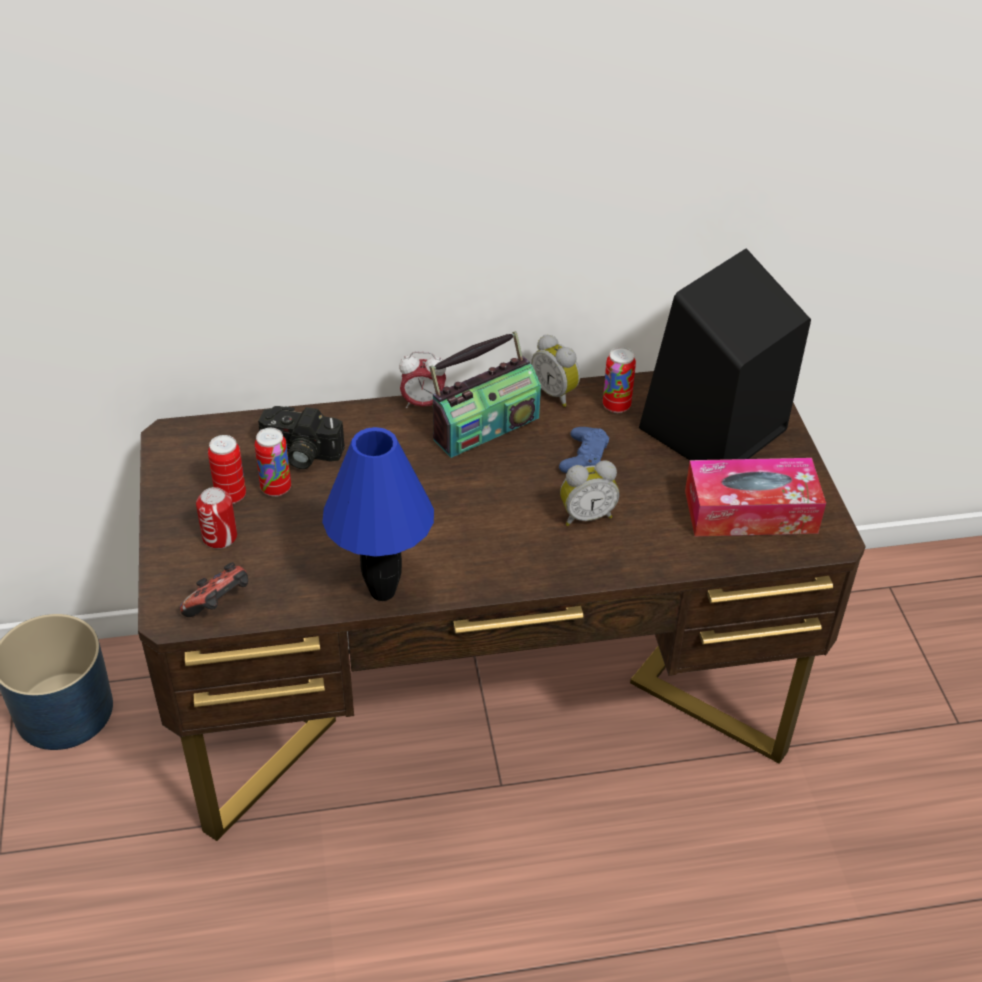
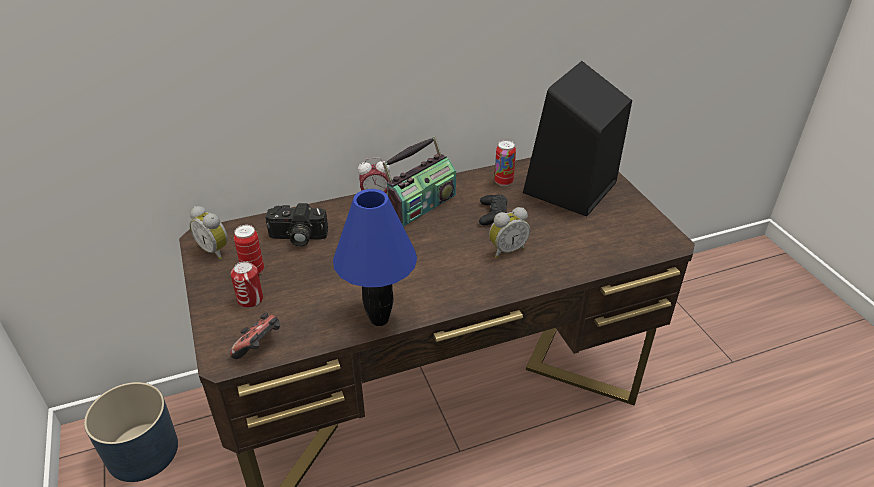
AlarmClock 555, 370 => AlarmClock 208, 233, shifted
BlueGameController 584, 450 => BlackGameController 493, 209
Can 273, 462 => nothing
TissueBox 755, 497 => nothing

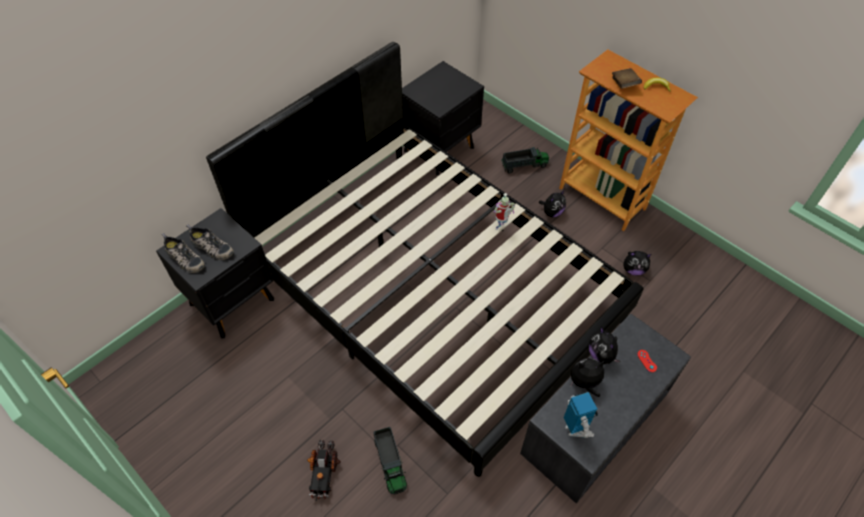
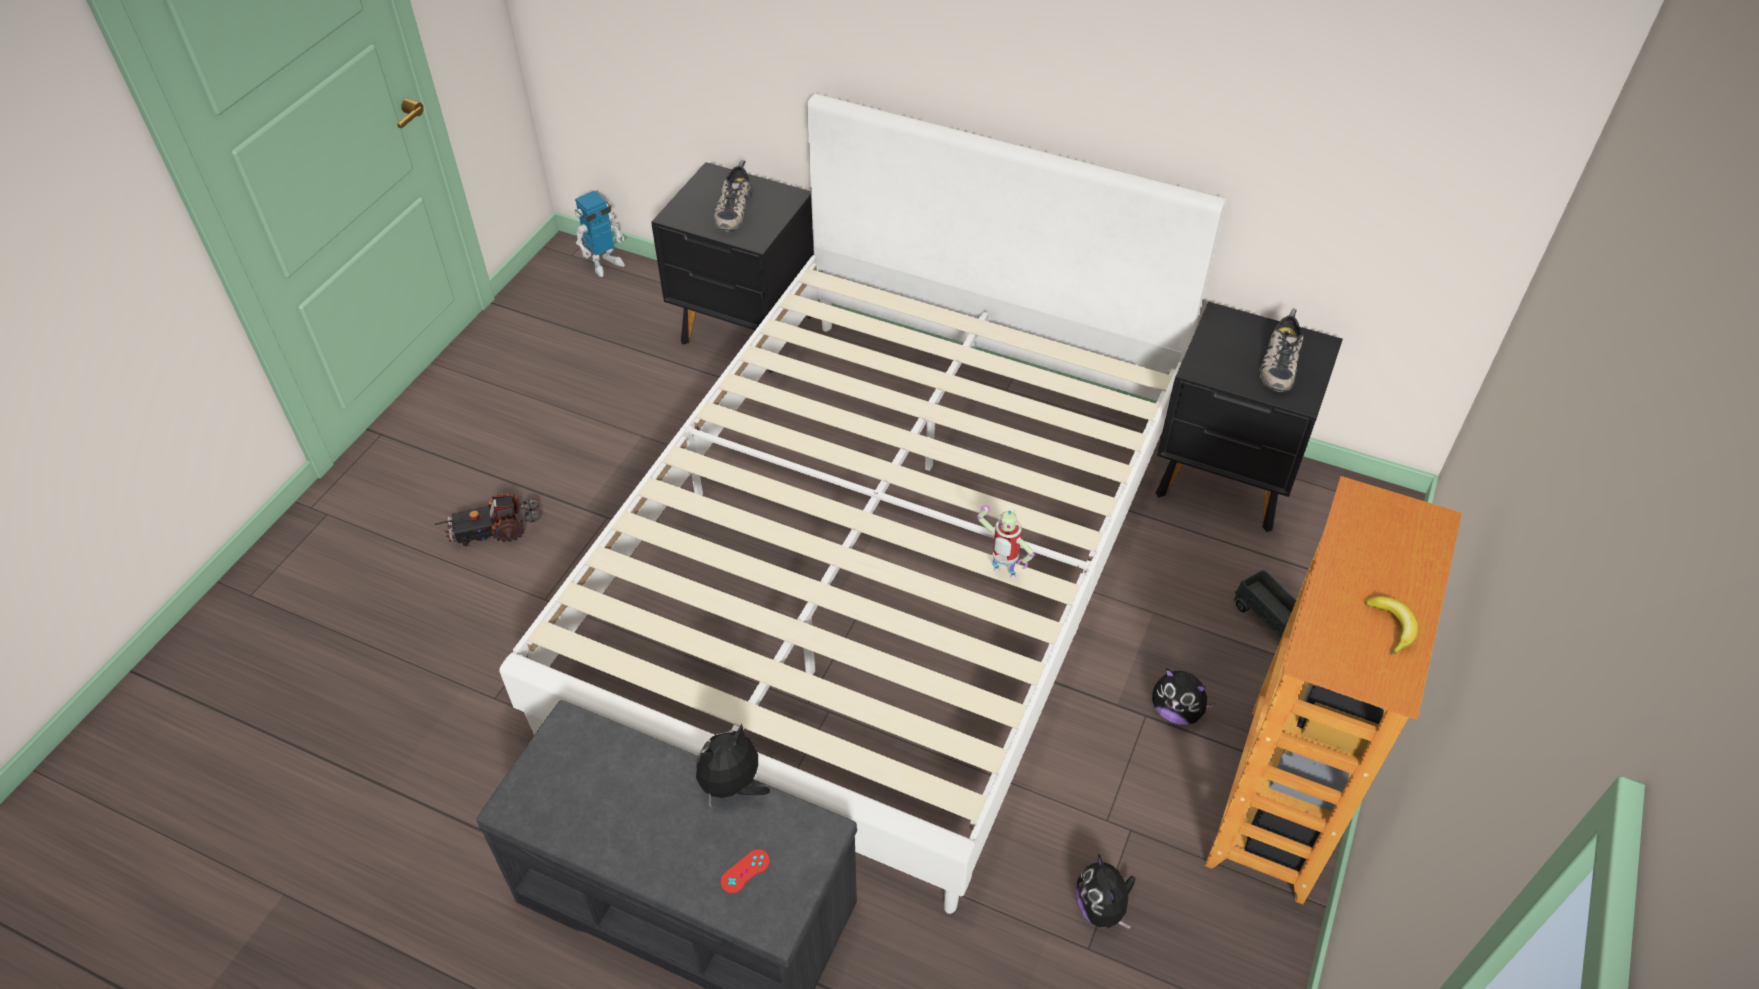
BlackBed 425, 259 => WhiteBed 862, 503
BrownBook 627, 78 => nothing
Shoe 183, 253 => Shoe 1281, 350, shifted
PlushToy 587, 377 => nothing
ToyRobot 580, 415 => ToyRobot 600, 233, shifted
ToyTruck 390, 460 => nothing

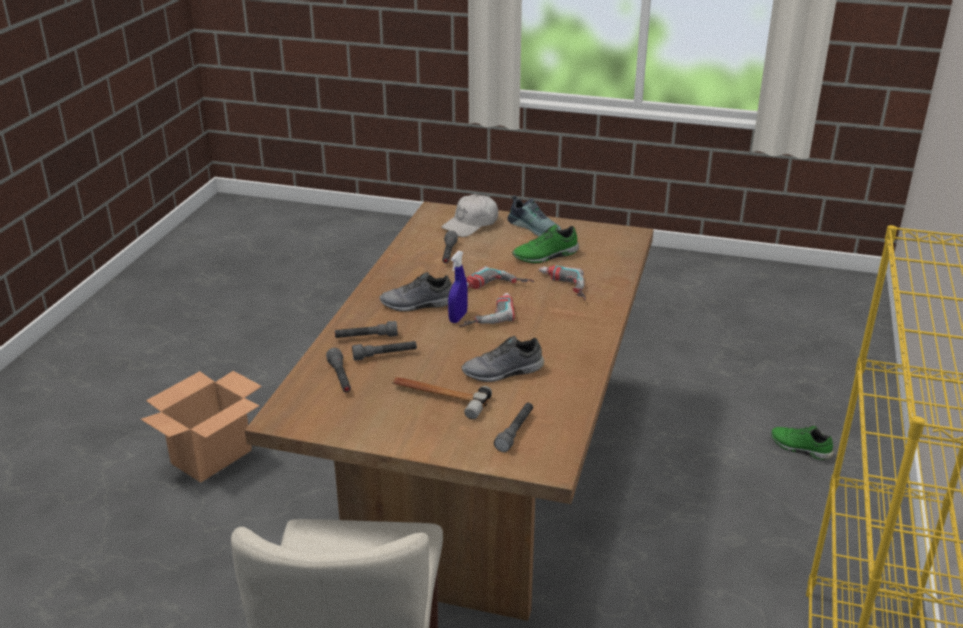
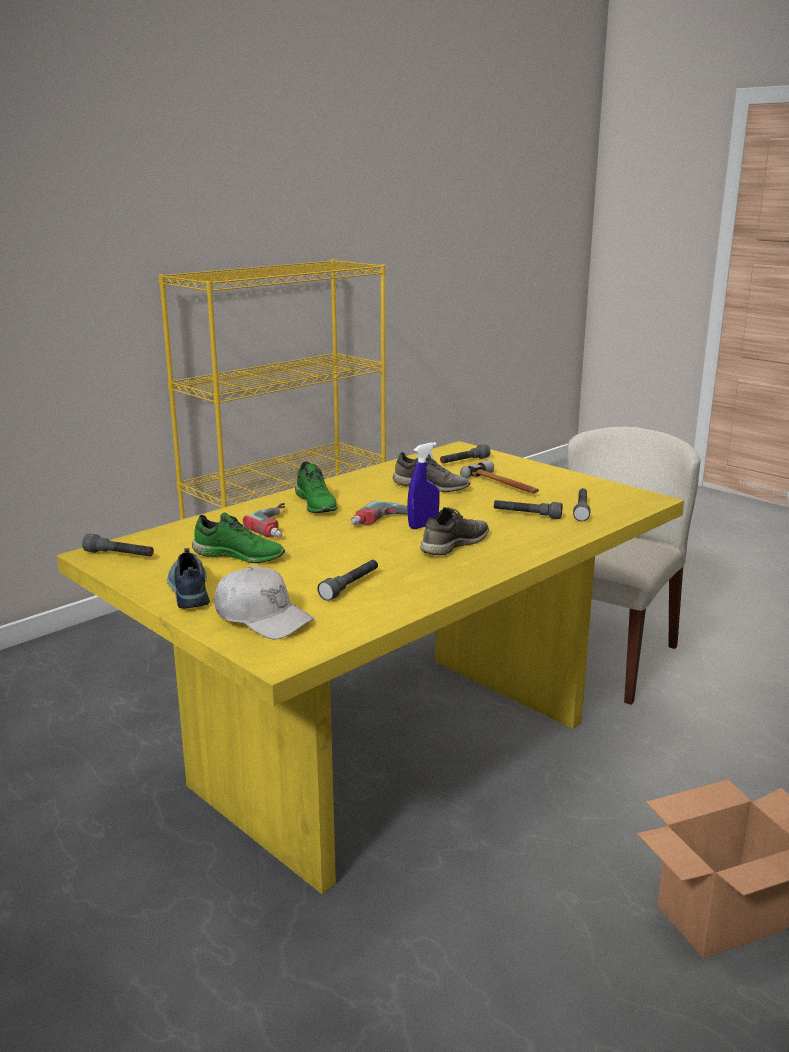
WhiteCap 469, 215 => WhiteCap 264, 602, 45 degrees clockwise
BrownDiningTable 449, 411 => YellowDiningTable 370, 667
PowerDrill 500, 277 => nothing
GreyShoe 416, 292 => GreyShoe 454, 531, 75 degrees counterclockwise
GreyFlashlight 366, 329 => GreyFlashlight 118, 545, shifted
GreenShoe 802, 443 => GreenShoe 316, 487, shifted

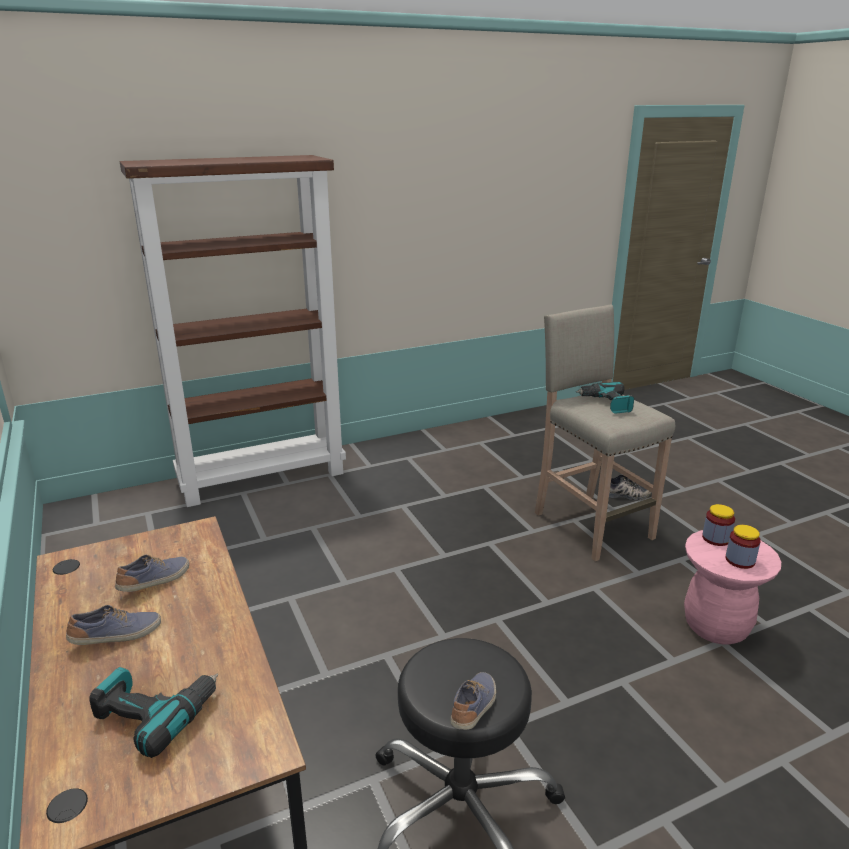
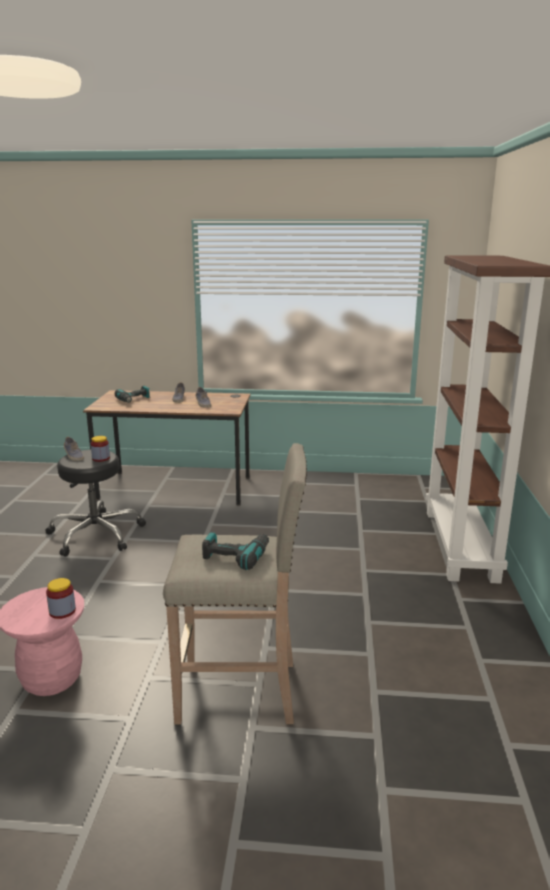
Shoe 630, 487 => nothing
Jar 743, 547 => Jar 100, 449, shifted

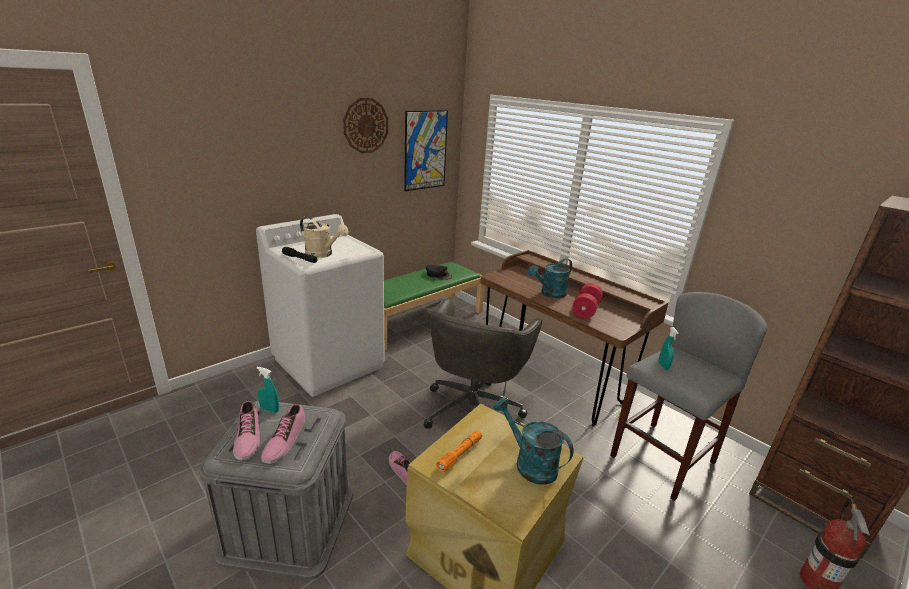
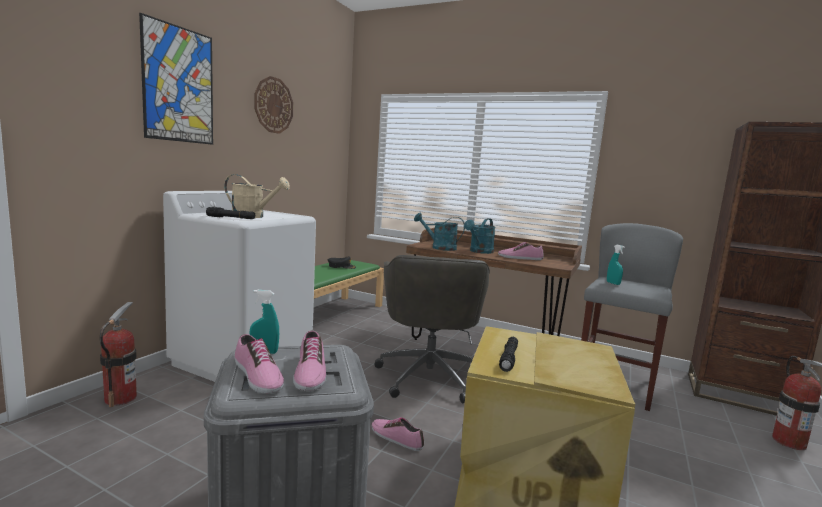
Picture 426, 150 => Picture 176, 79, shifted
RedDumbbell 587, 301 => Shoe 521, 251
TurquoiseWateringCan 533, 441 => TurquoiseWateringCan 439, 232, shifted
OrangeFlashlight 459, 451 => BlackFlashlight 508, 354
nothing => FireExtinguisher 118, 354

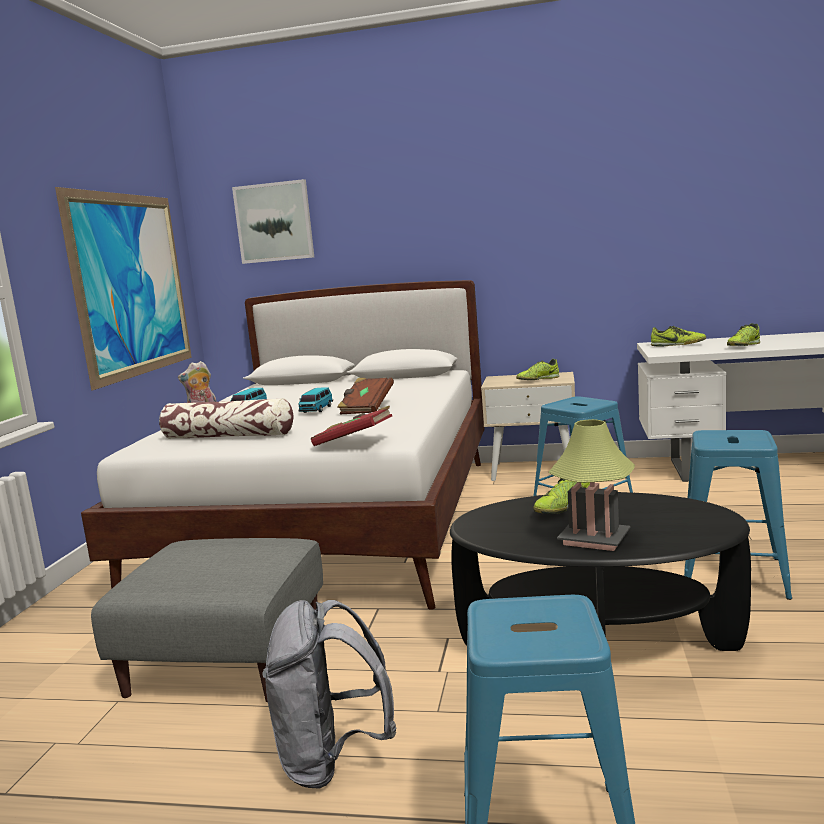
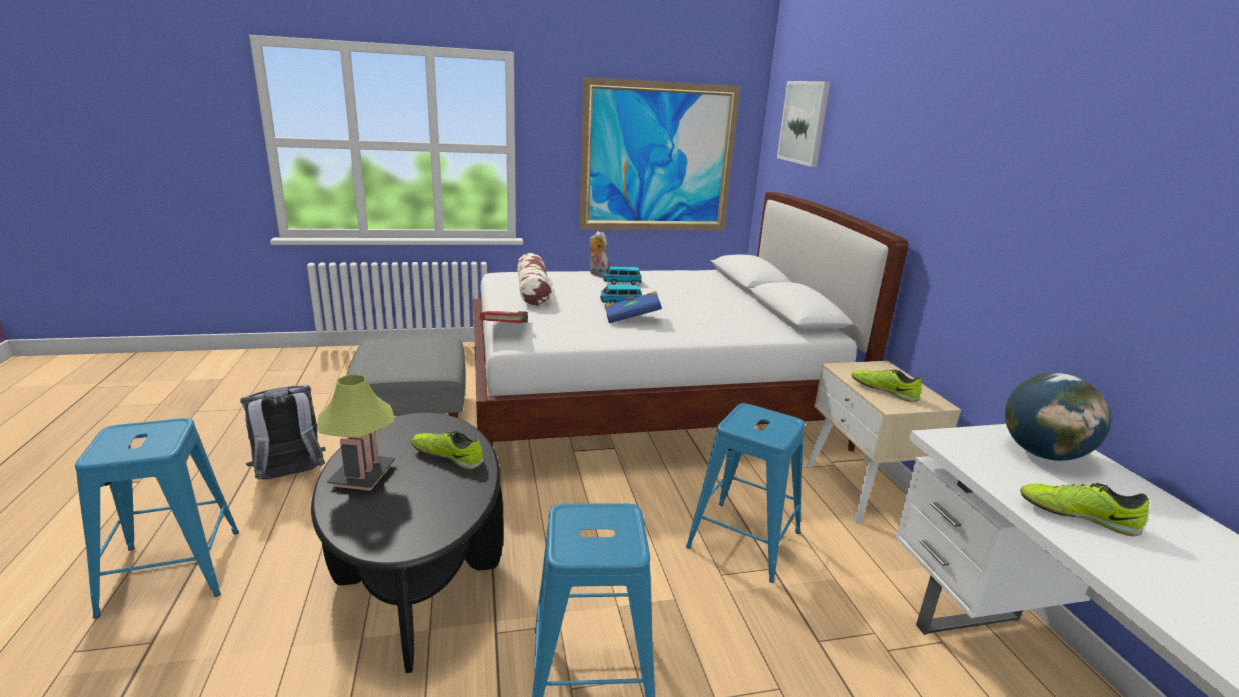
Shoe 678, 336 => Globe 1057, 417
BrownBook 365, 396 => BlueBook 633, 307

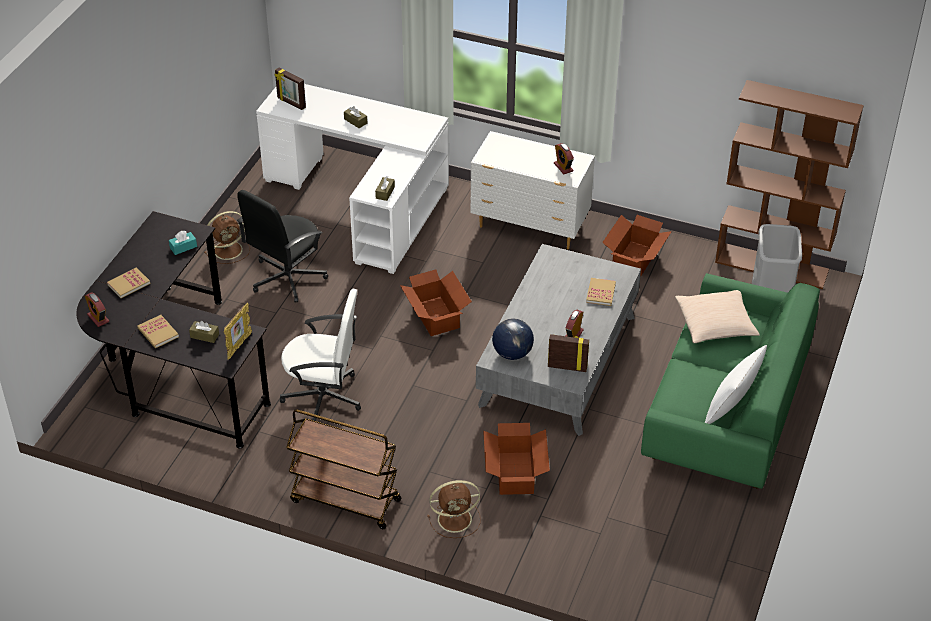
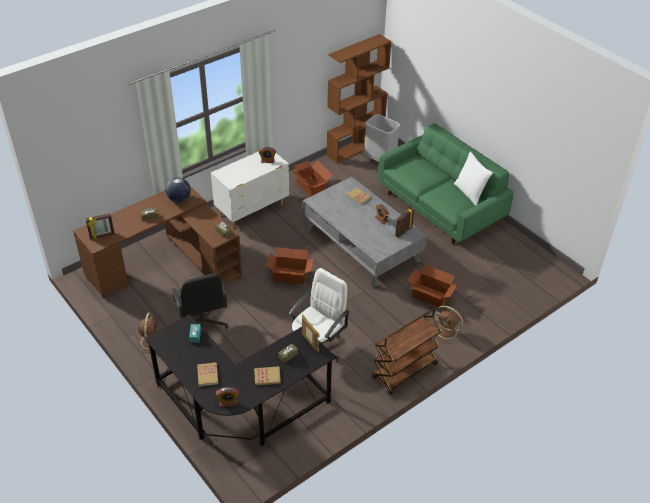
WhiteDesk 352, 179 => BrownDesk 157, 242
BeigePillow 717, 316 => nothing
Globe 513, 339 => Globe 178, 190, shifted
BrownFan 453, 509 => BrownFan 448, 324, 105 degrees clockwise

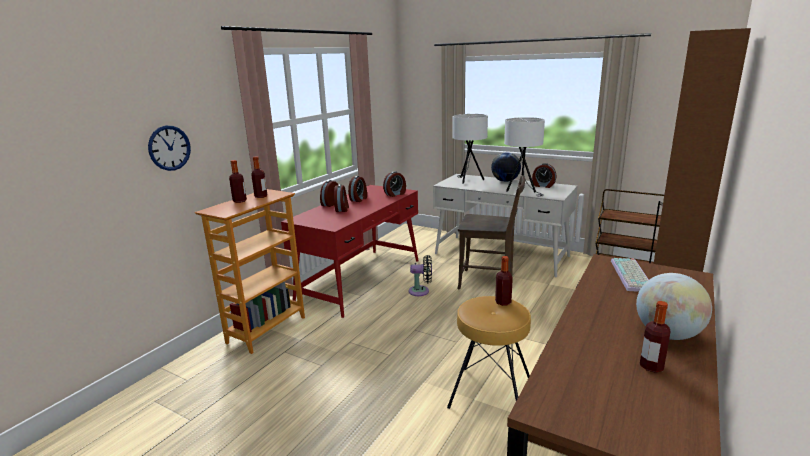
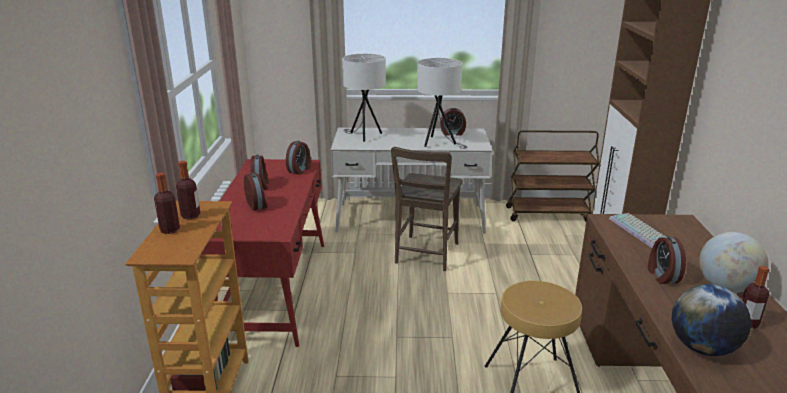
WallClock 169, 148 => nothing
Globe 506, 167 => Globe 711, 320, shifted
BrownChair 491, 232 => BrownChair 427, 209, 120 degrees clockwise
AlarmClock 329, 193 => AlarmClock 667, 260, shifted
BlackFan 420, 275 => nothing
Bottle 504, 281 => nothing

